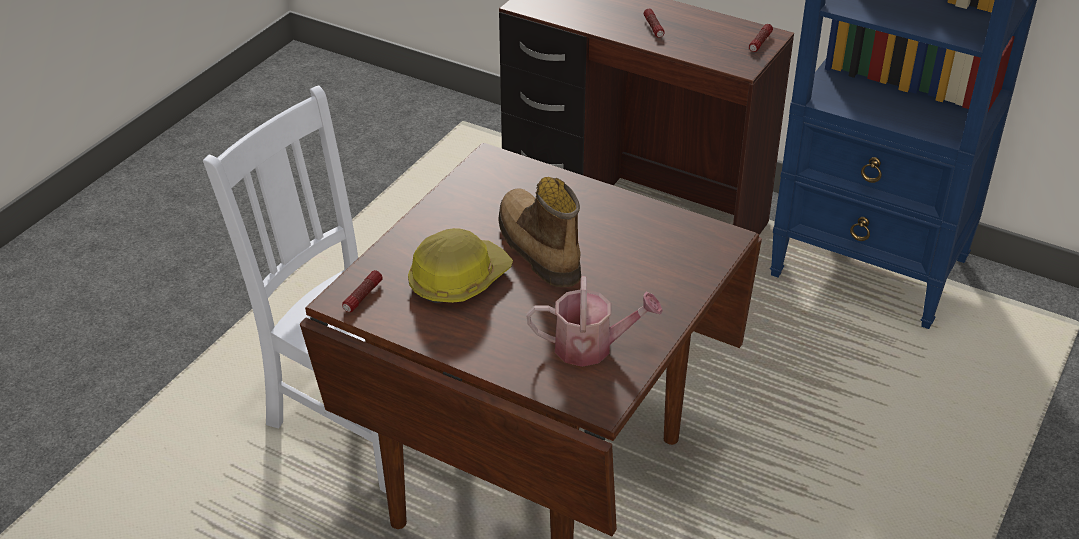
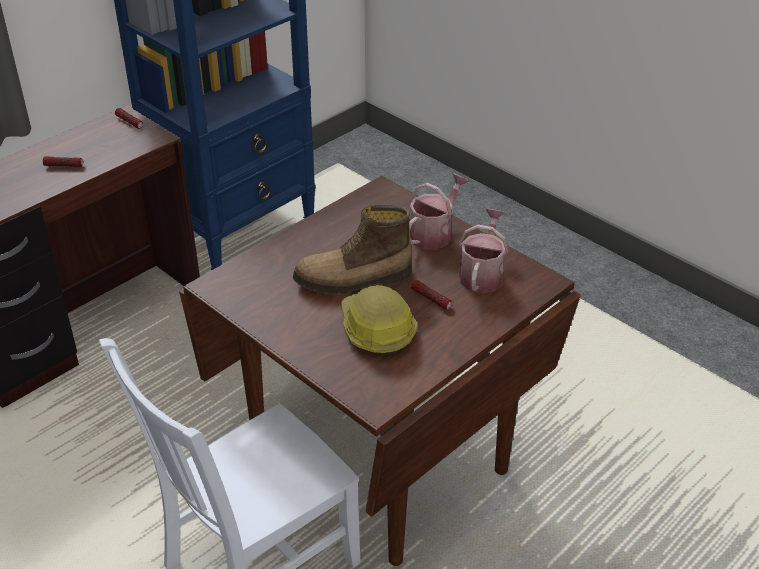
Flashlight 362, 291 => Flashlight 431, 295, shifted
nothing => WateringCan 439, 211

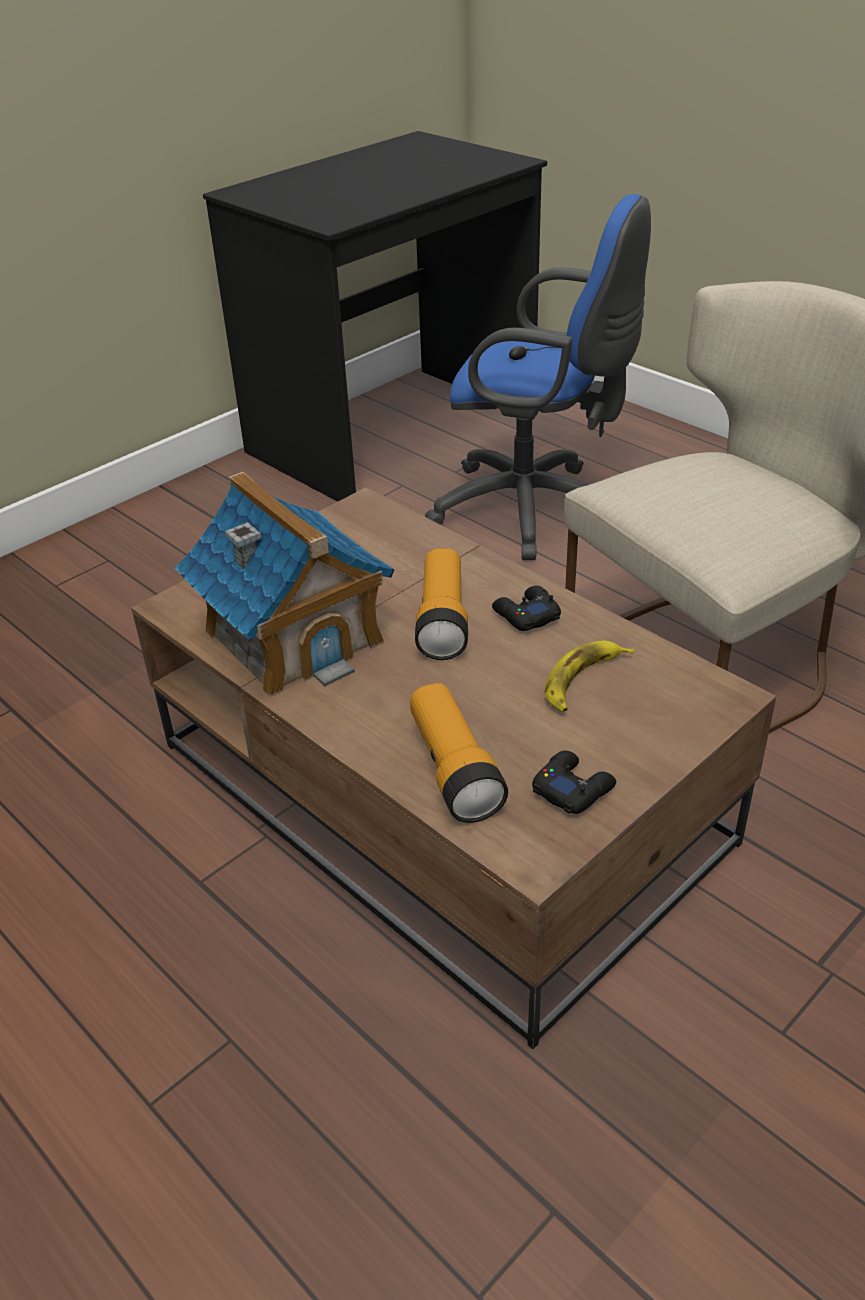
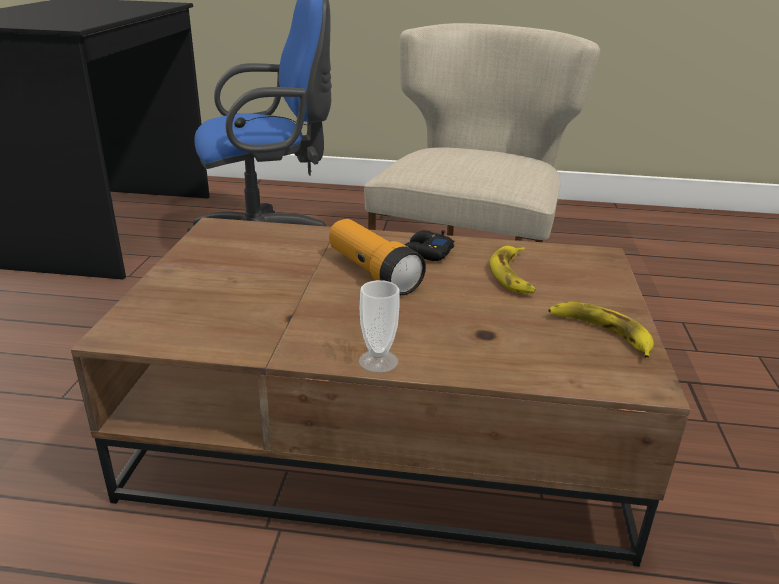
ToyHouse 285, 584 => nothing
Flashlight 459, 753 => nothing
BlackGameController 574, 782 => Banana 601, 329
nothing => Cup 379, 326

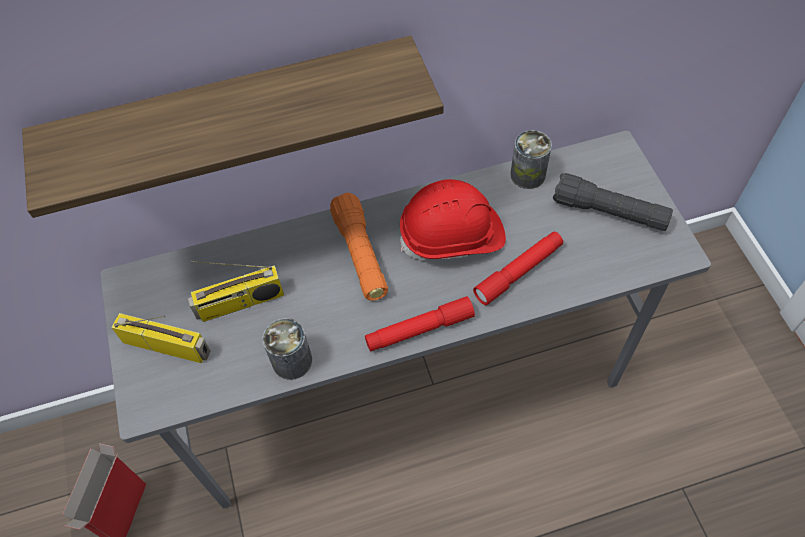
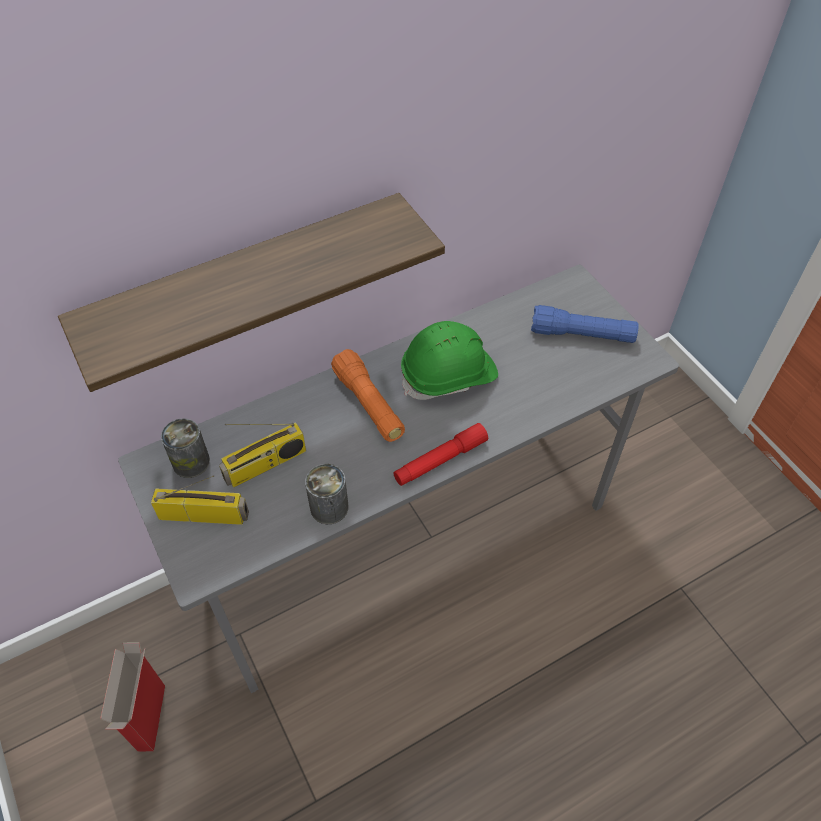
Can 531, 159 => Can 185, 448, shifted
BlackFlashlight 613, 202 => BlueFlashlight 585, 324
RedHardHat 453, 219 => GreenHardHat 449, 360
RedFlashlight 518, 268 => nothing

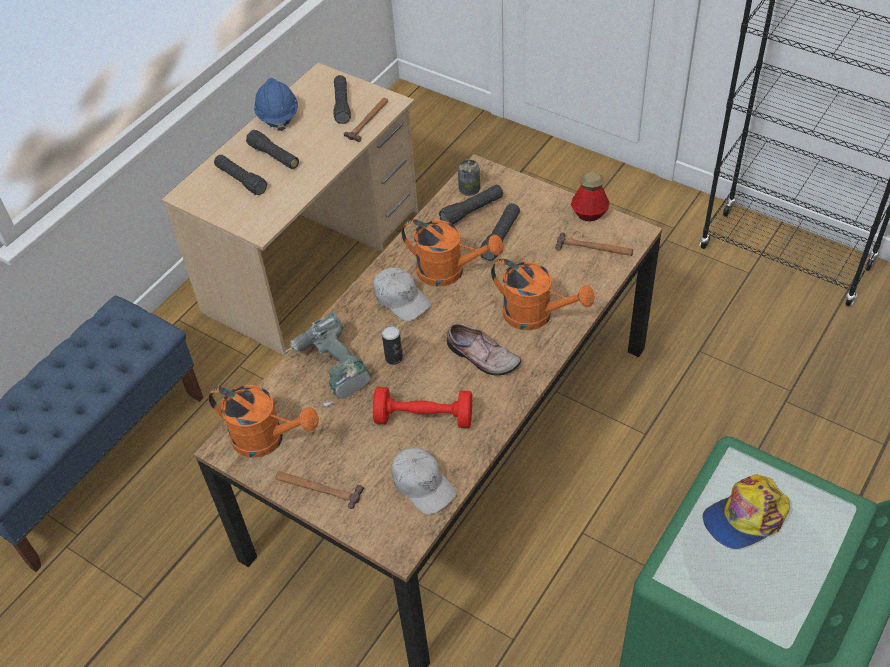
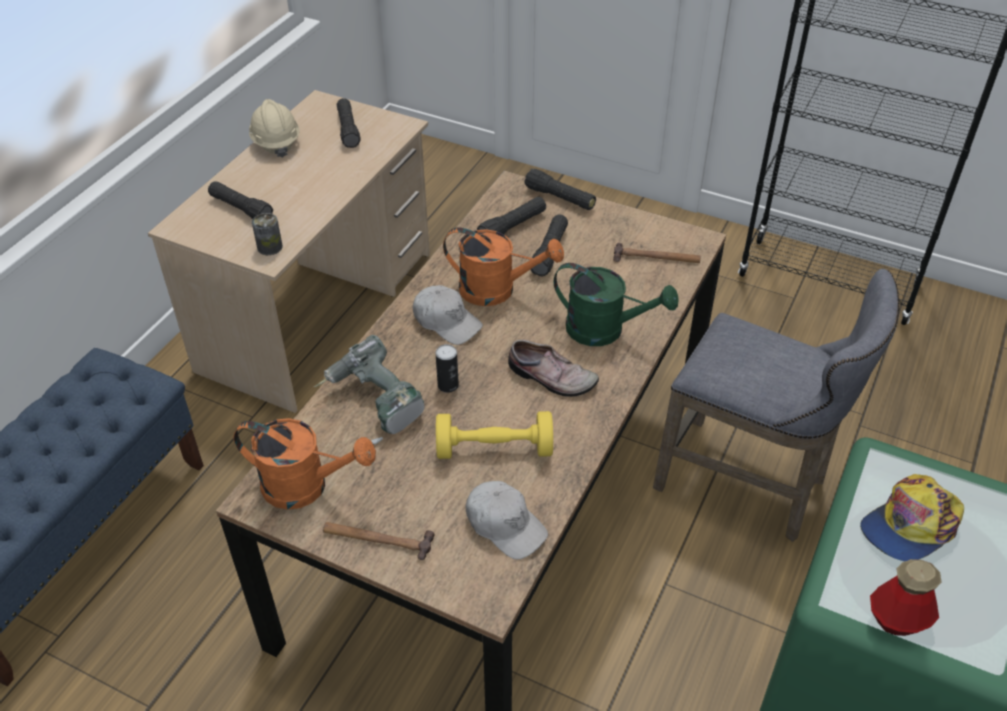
BlueHardHat 276, 104 => BeigeHardHat 274, 128
Hammer 366, 120 => nothing
BlackFlashlight 272, 149 => BlackFlashlight 560, 189, shifted
Can 469, 177 => Can 267, 234, shifted
Bottle 590, 196 => Bottle 905, 597, shifted
OrangeWateringCan 543, 294 => GreenWateringCan 616, 304
RedDumbbell 422, 407 => YellowDumbbell 494, 435
nothing => GreyStool 776, 405

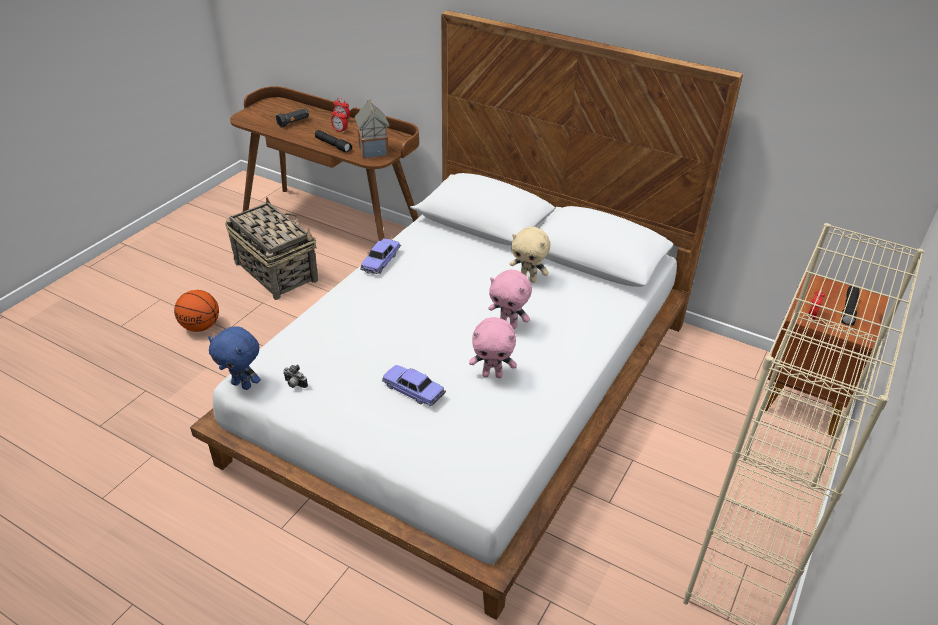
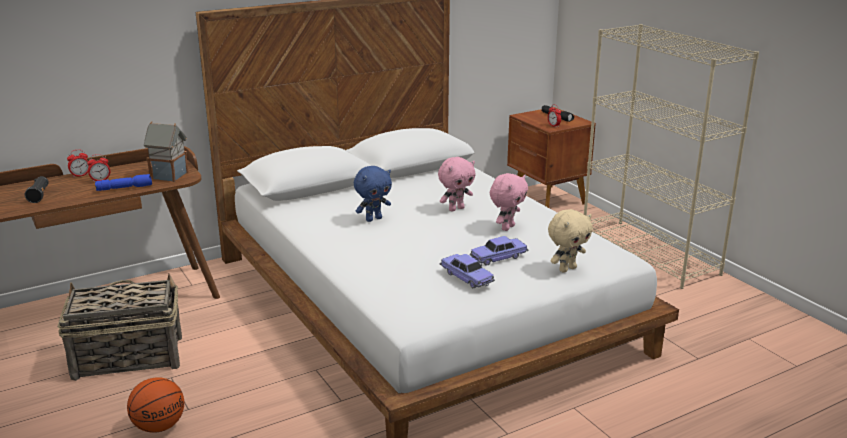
BlackFlashlight 333, 141 => BlueFlashlight 123, 182
BeigePlushToy 530, 255 => BeigePlushToy 570, 240, shifted
ToyCar 380, 256 => ToyCar 467, 271, shifted
BluePlushToy 234, 358 => BluePlushToy 373, 194, shifted
PhotoCamera 295, 376 => nothing

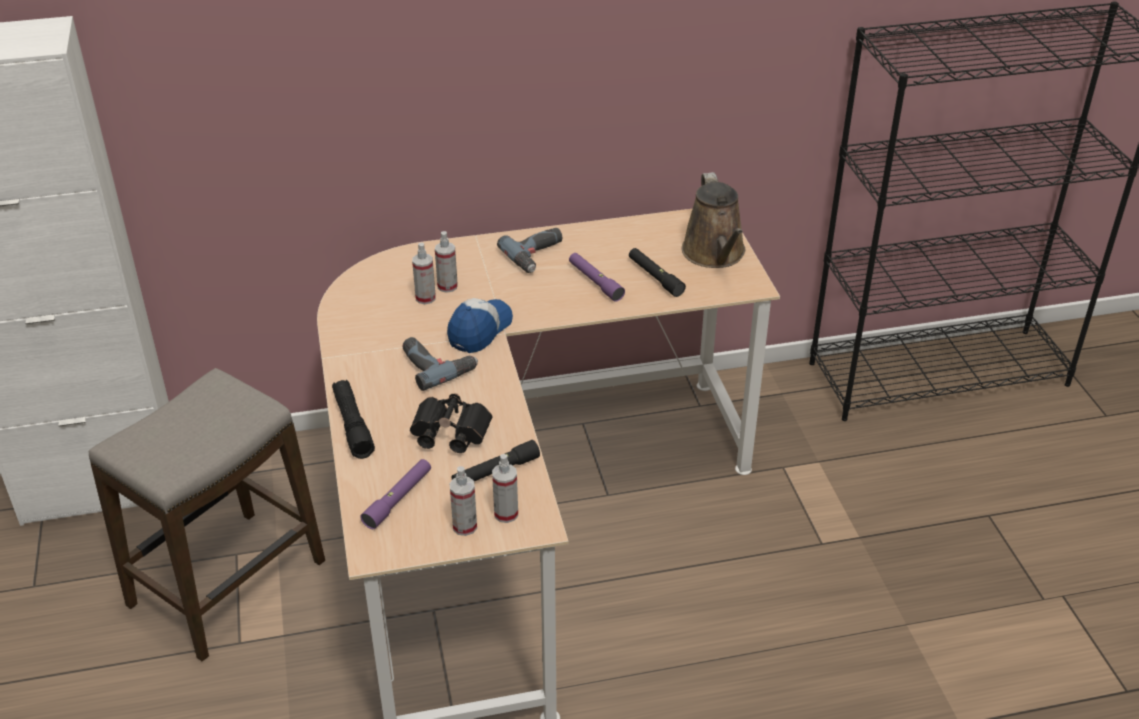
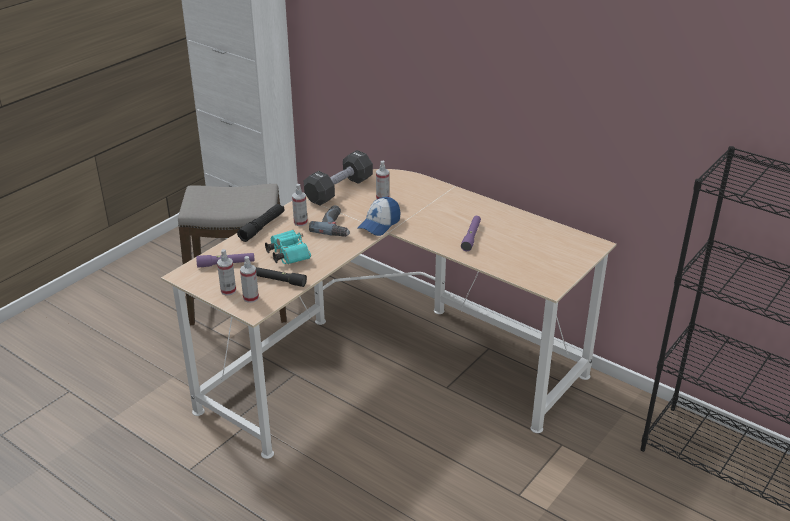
BrownWateringCan 713, 220 => nothing
PowerDrill 529, 250 => nothing
SprayBottle 446, 262 => SprayBottle 300, 205, shifted
BlackFlashlight 657, 272 => nothing
Cap 480, 325 => Cap 379, 216, 135 degrees clockwise
BlackBinoculars 451, 423 => TurquoiseBinoculars 288, 247
nothing => BlackDumbbell 338, 178

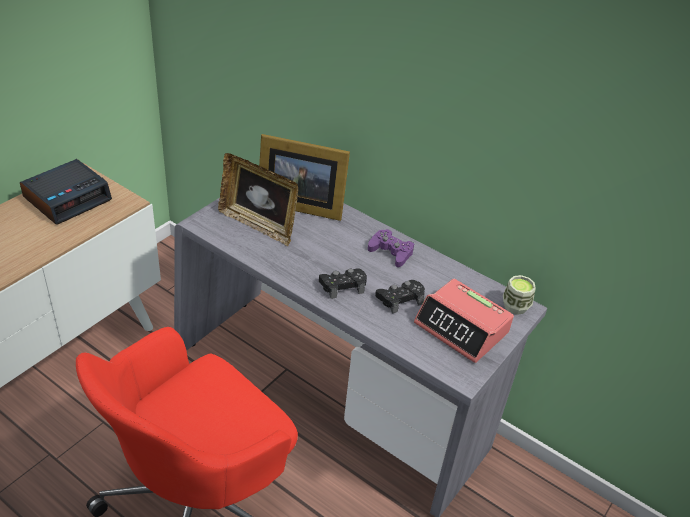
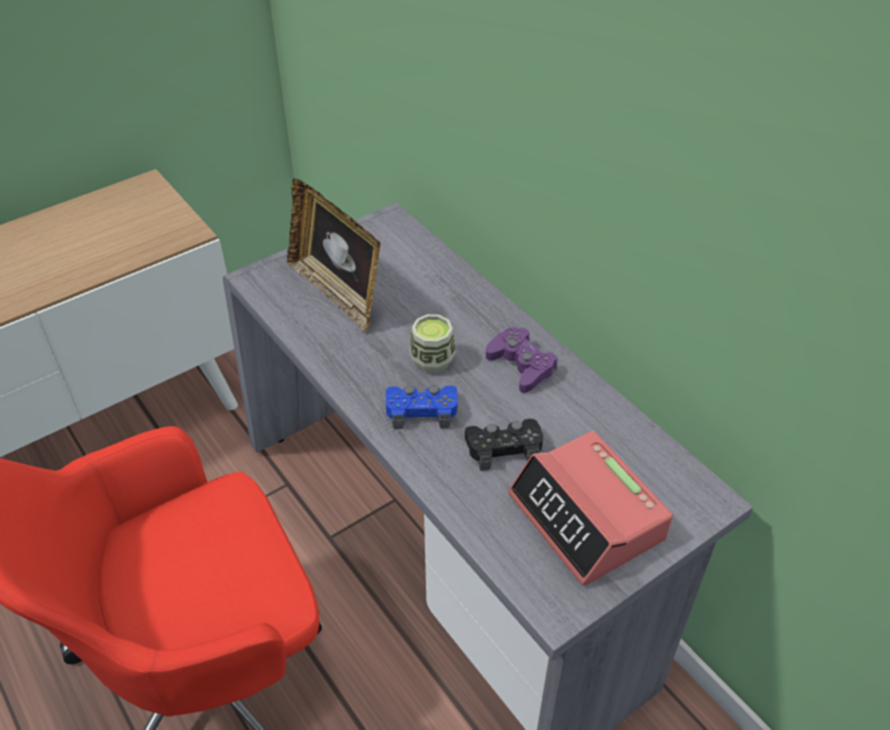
PictureFrame 304, 177 => nothing
AlarmClock 66, 192 => nothing
BlackGameController 343, 283 => BlueGameController 422, 407
Cup 519, 295 => Cup 433, 343, shifted

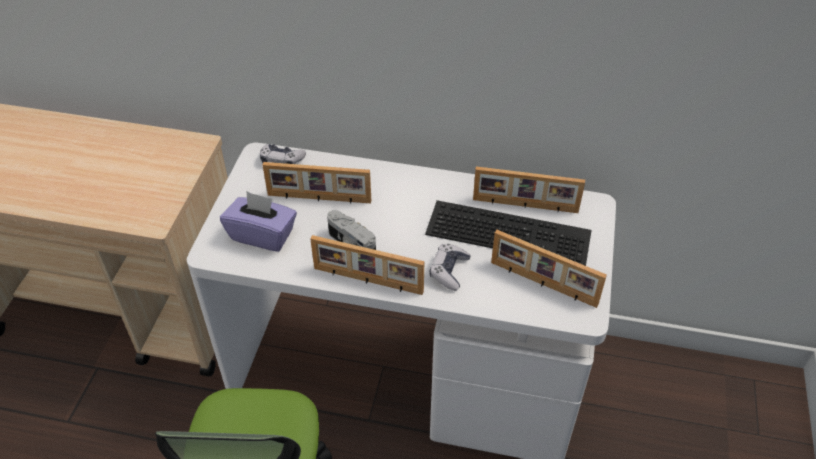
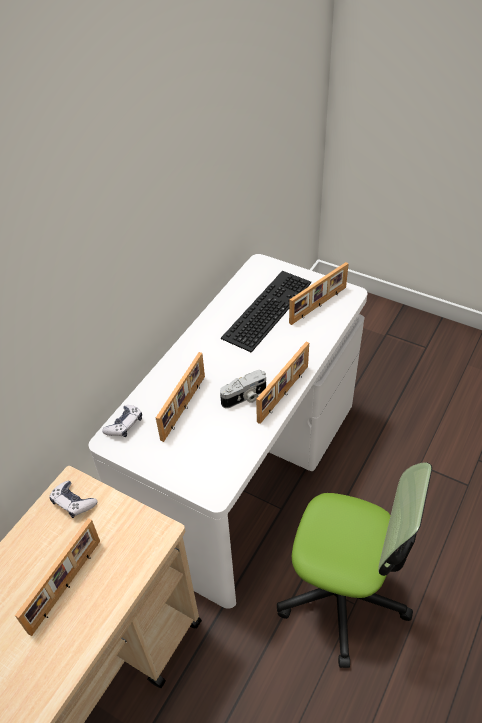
PictureFrame 529, 189 => PictureFrame 57, 577, shifted
PurpleTissueBox 258, 221 => nothing
GameController 450, 267 => GameController 73, 499, shifted

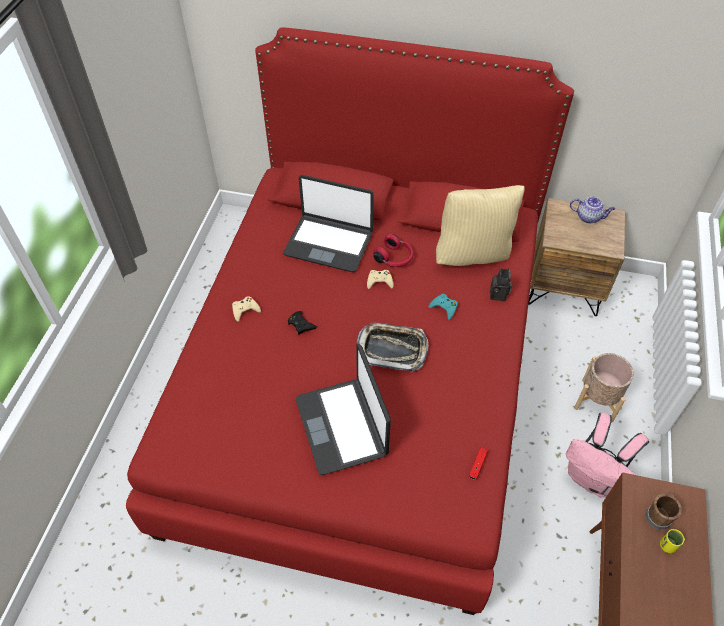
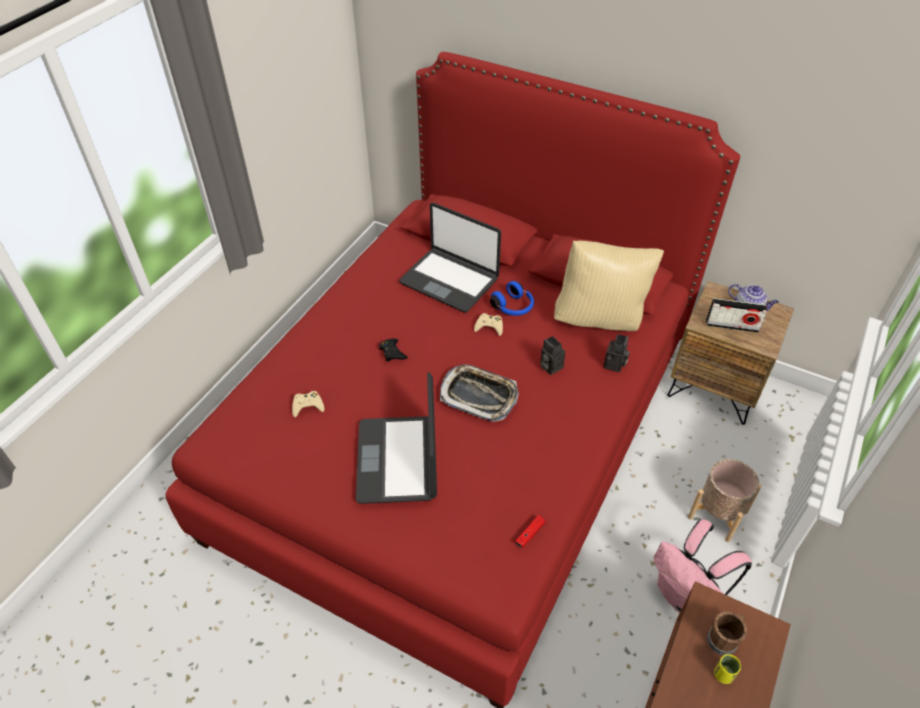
RedHeadphones 393, 250 => BlueHeadphones 512, 298
TurquoiseGameController 443, 307 => PhotoCamera 552, 355
BeigeGameController 246, 309 => BeigeGameController 308, 404, shifted
nothing => Radio 736, 315

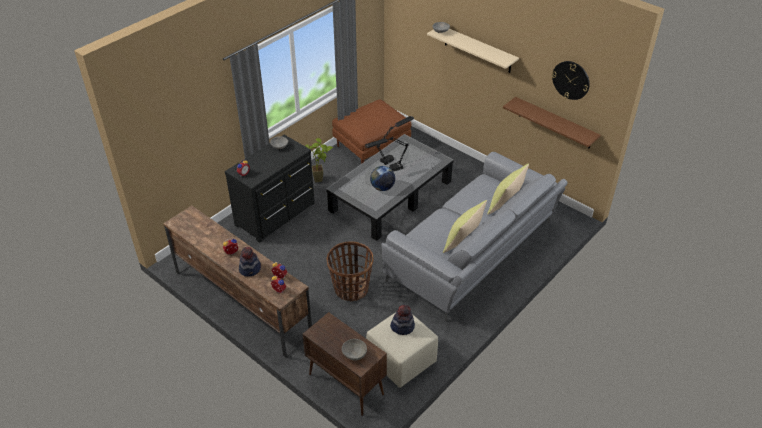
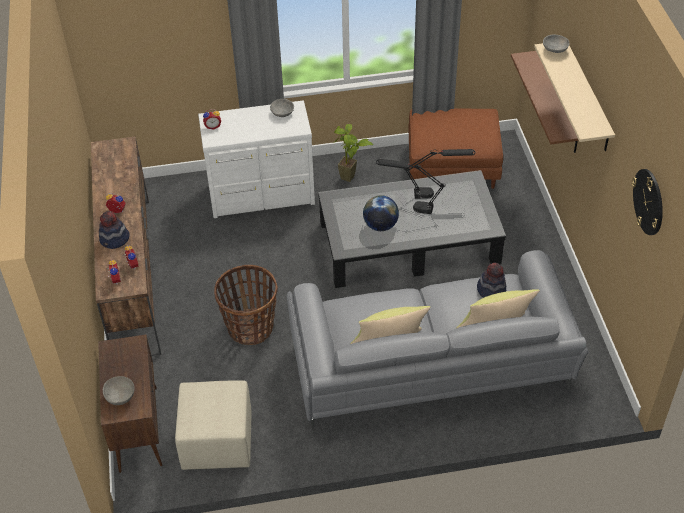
BrownShelf 552, 123 => BrownShelf 545, 102, shifted
BlackDresser 270, 189 => WhiteDresser 256, 159
Hat 402, 320 => Hat 491, 280, shifted

